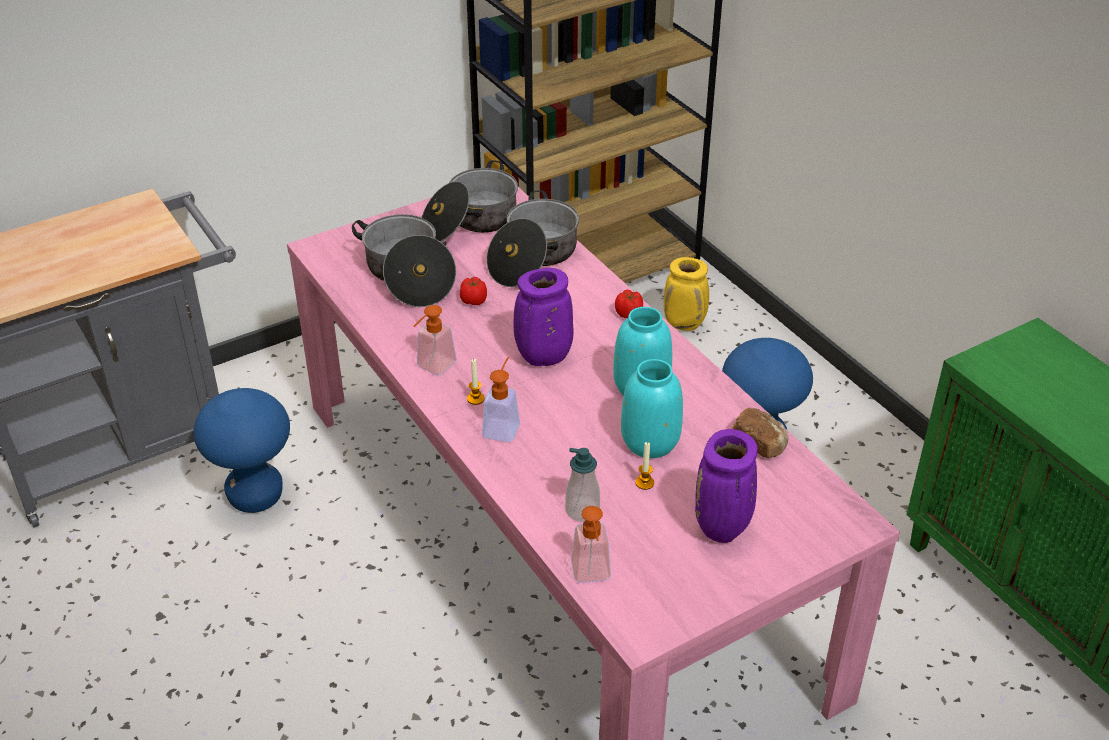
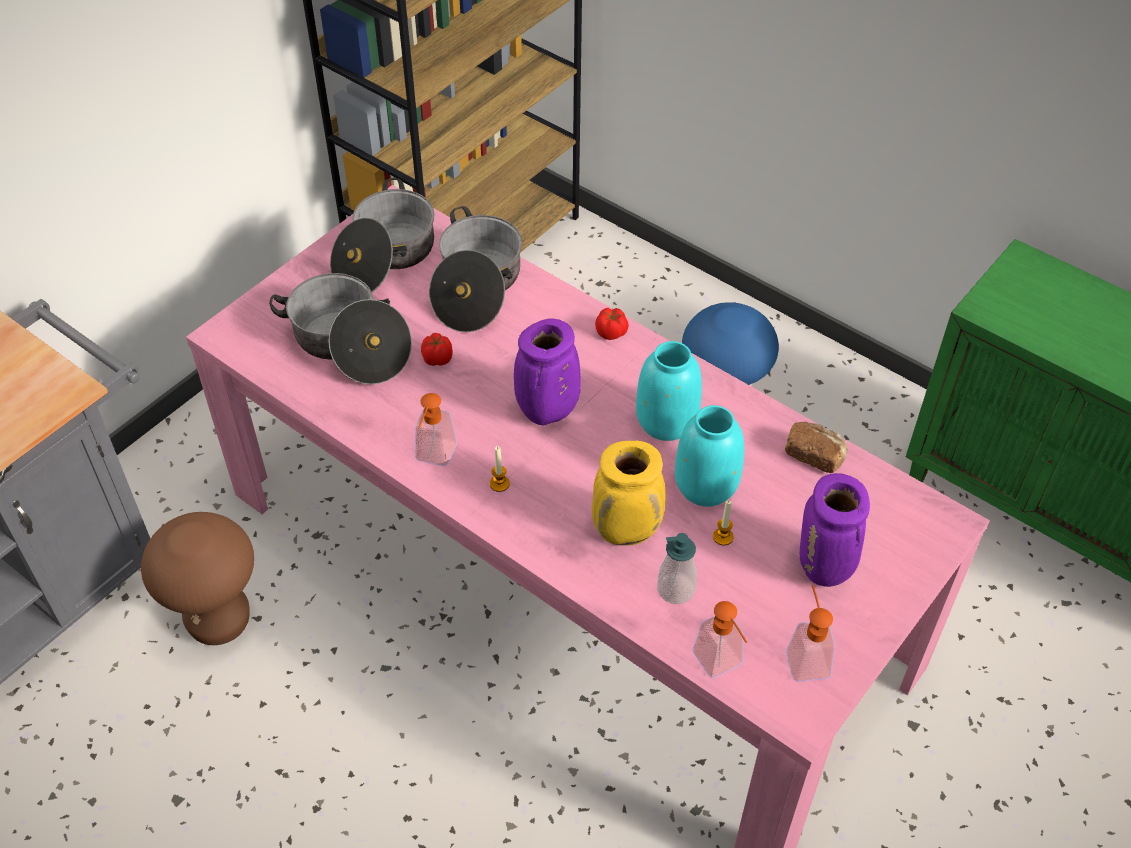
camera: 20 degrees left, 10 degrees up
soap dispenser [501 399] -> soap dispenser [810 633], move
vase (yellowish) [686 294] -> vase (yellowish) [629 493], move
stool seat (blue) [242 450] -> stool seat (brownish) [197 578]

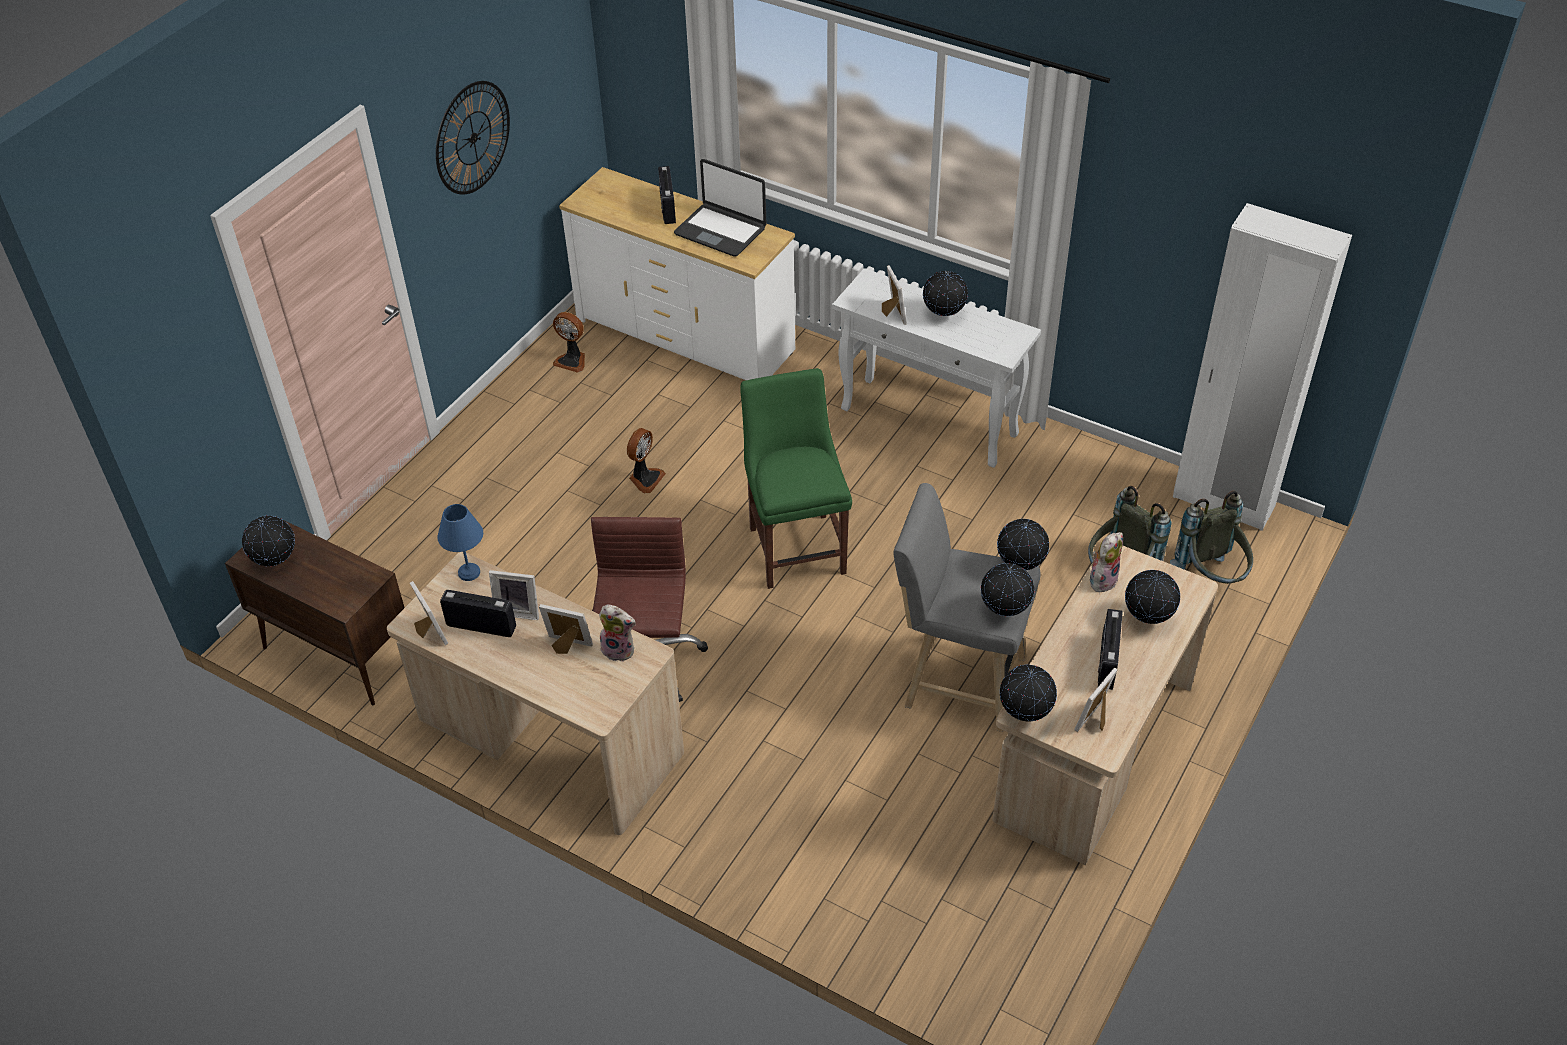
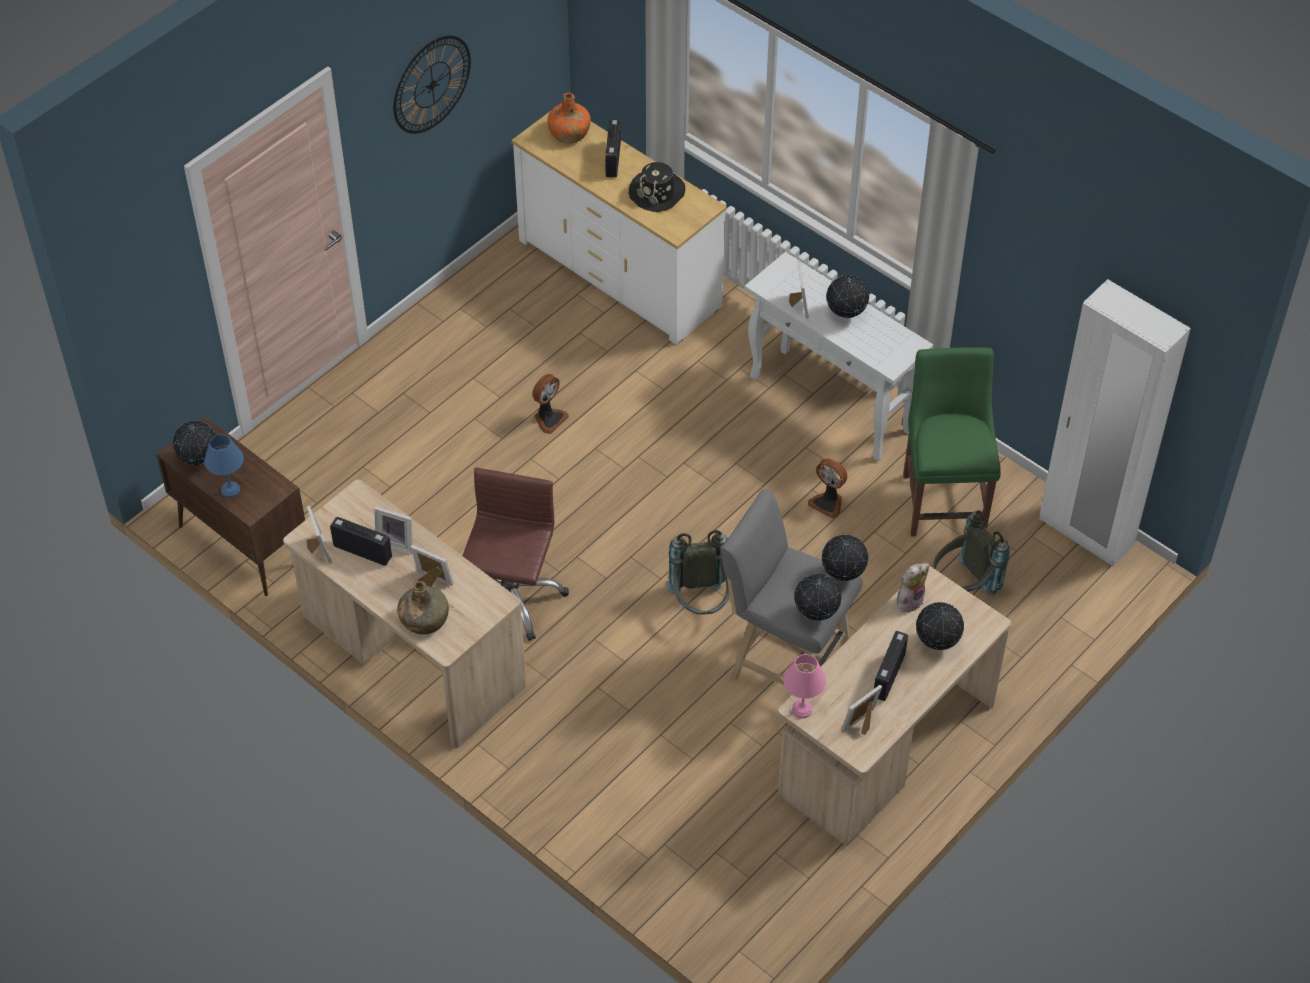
camera: 10 degrees right, 5 degrees up
cuddly toy [617 633] -> none
none -> drink bottle (green) [423 607]
none -> drink bottle (orangey) [569 118]
table lamp (blue) [460 542] -> table lamp (blue) [224 466], move
cooling fan [569 342] -> cooling fan [827 489], move
chair (green) [796 478] -> chair (green) [952 442], move
backpack (grey) [1211 537] -> backpack (grey) [698 572], move
laptop [720 208] -> hat (blackish) [657 187]
world globe [1028 693] -> table lamp (pink-coloured) [805 686]

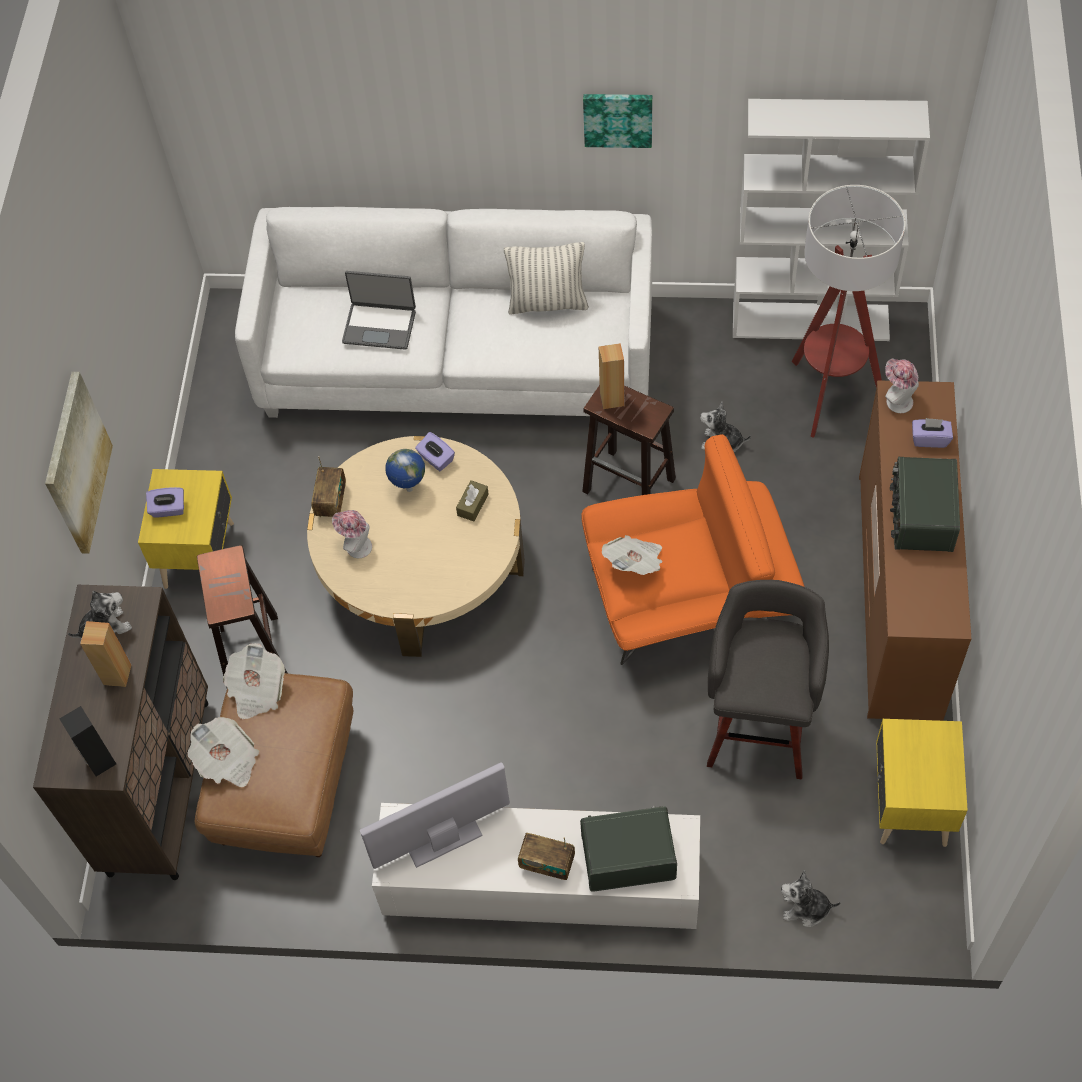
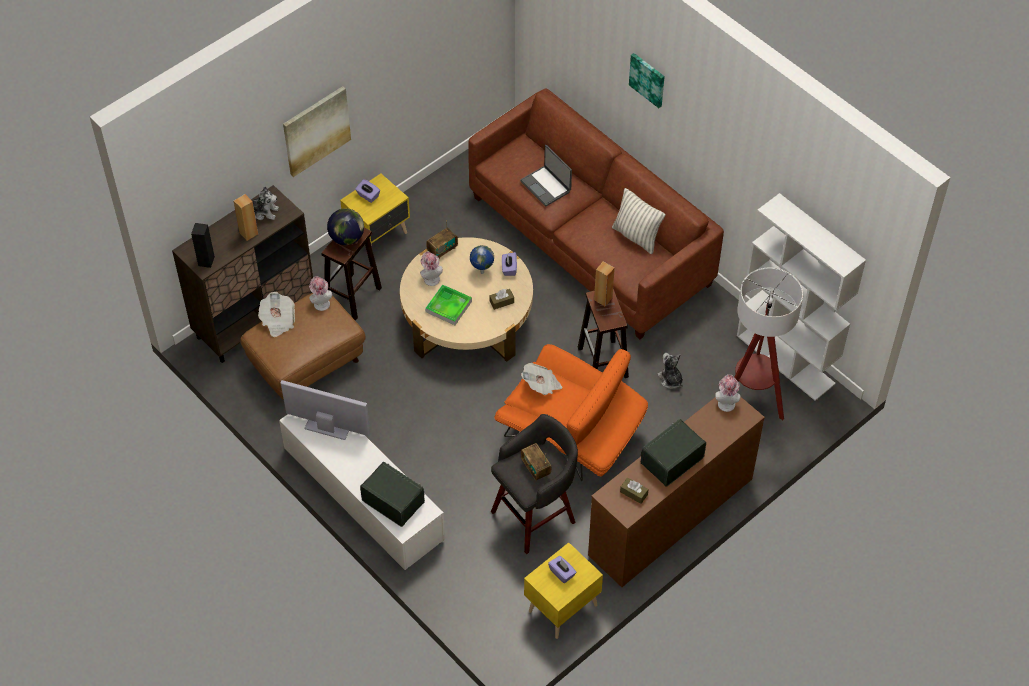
camera: 40 degrees right, 5 degrees down
cuddly toy [811 898] -> none
none -> world globe [345 226]
none -> tray [448 304]
none -> tissue box (brownish) [634 490]
radio receiver [546 856] -> radio receiver [536 462], move
wall art [617 121] -> wall art [647 80], move
tissue box (purple) [932 433] -> tissue box (purple) [562 569], move
daily paper [254 681] -> hat [320 293]
couch (white) [444 312] -> couch (brownish) [596 214]

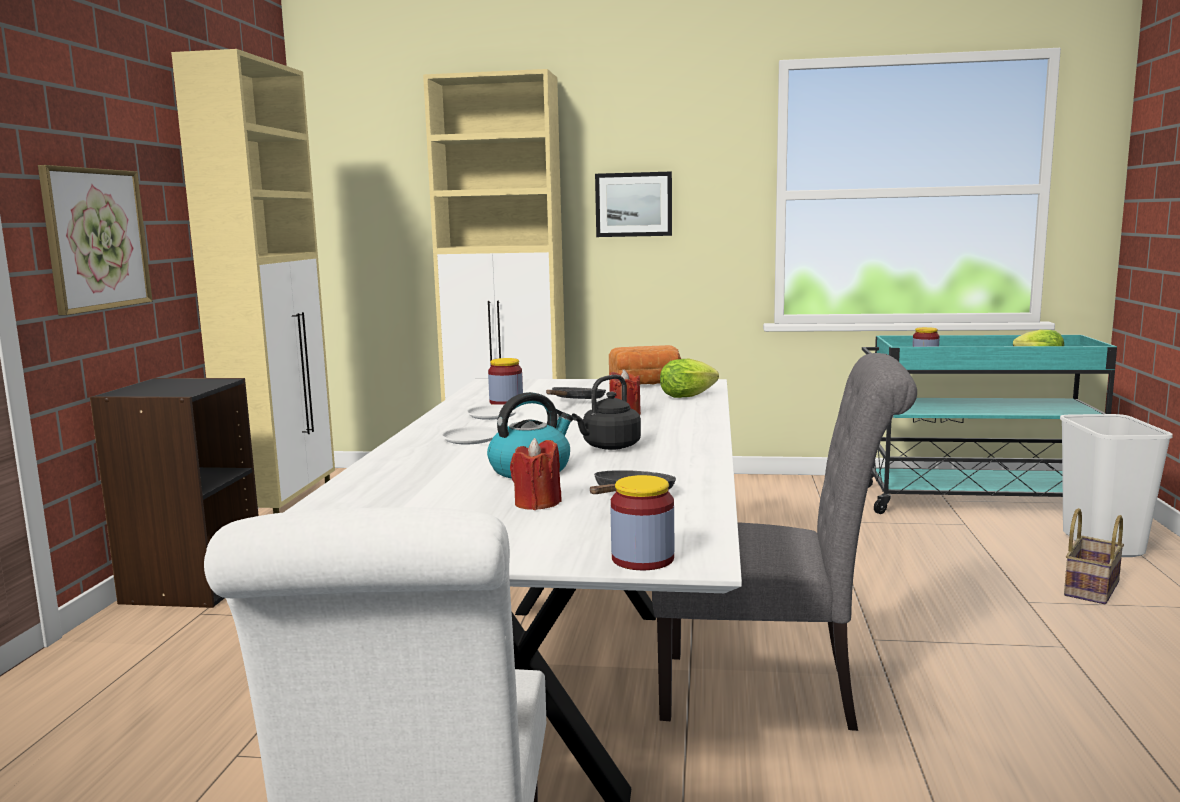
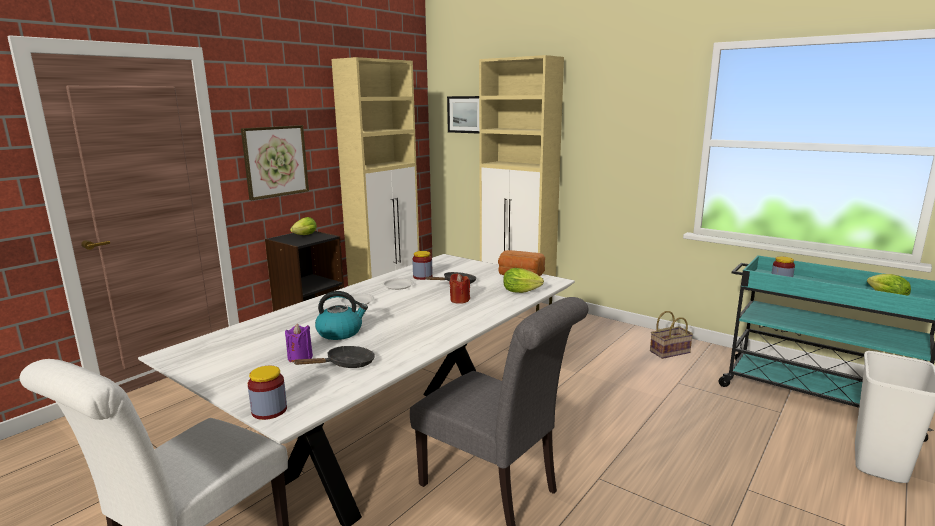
camera: 30 degrees right, 5 degrees up
tea kettle (blackish) [606 412] -> none
none -> lettuce head [303 226]
wall art [633 204] -> wall art [463 115], move
storage basket [1094 556] -> storage basket [671 335], move
candle (reddish) [536 474] -> candle (purple) [299 343]

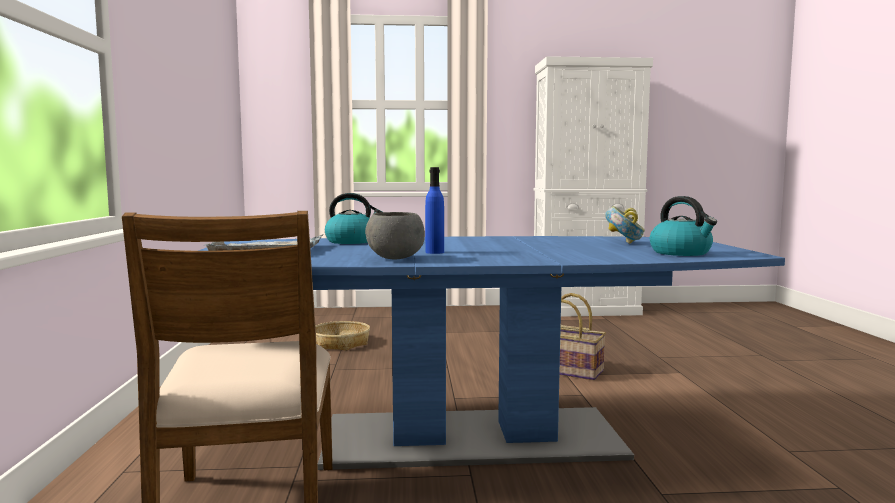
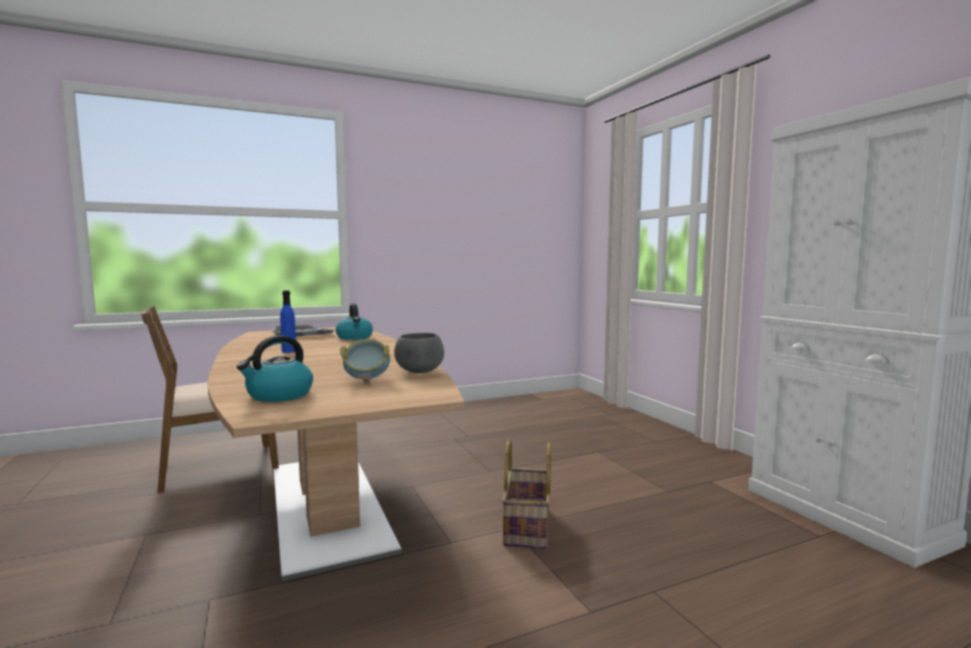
camera: 70 degrees right, 0 degrees up
storage basket [342 336] -> none
serving bowl (grey) [395 235] -> serving bowl (grey) [419 353], move
kitchen table (blue) [491 353] -> kitchen table (brownish) [336 454]

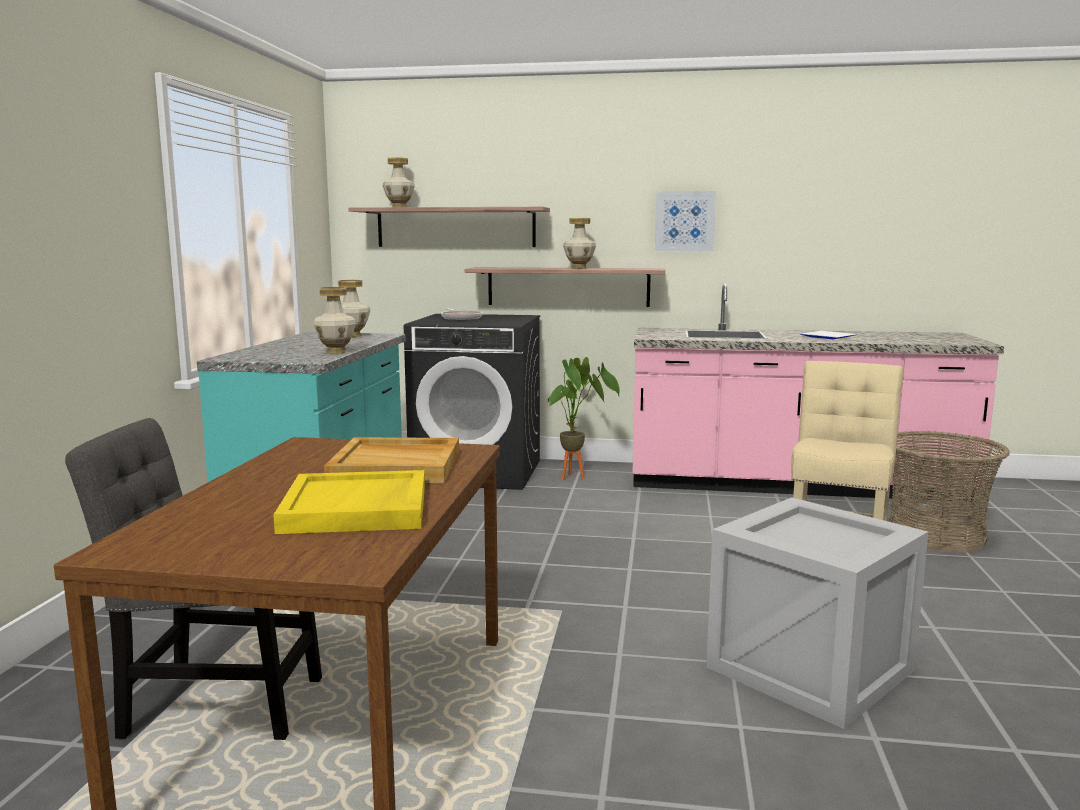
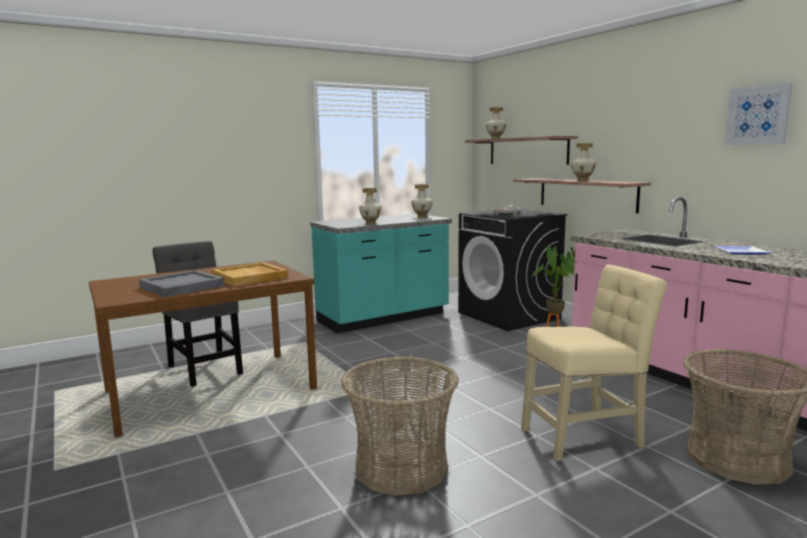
camera: 50 degrees right, 0 degrees up
wall art [685 221] -> wall art [759 114], move
shipping crate [817 613] -> storage basket [400 426]
tray (yellowish) [349 502] -> tray (grey) [182 283]

